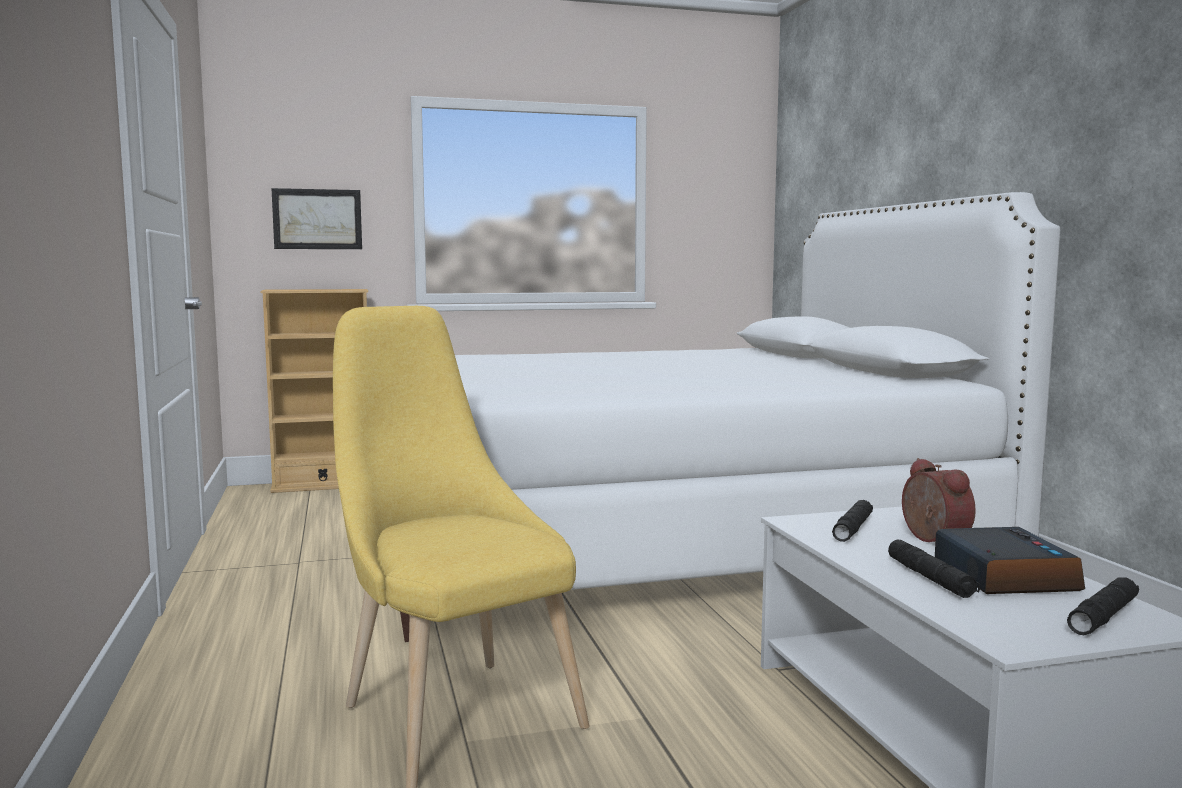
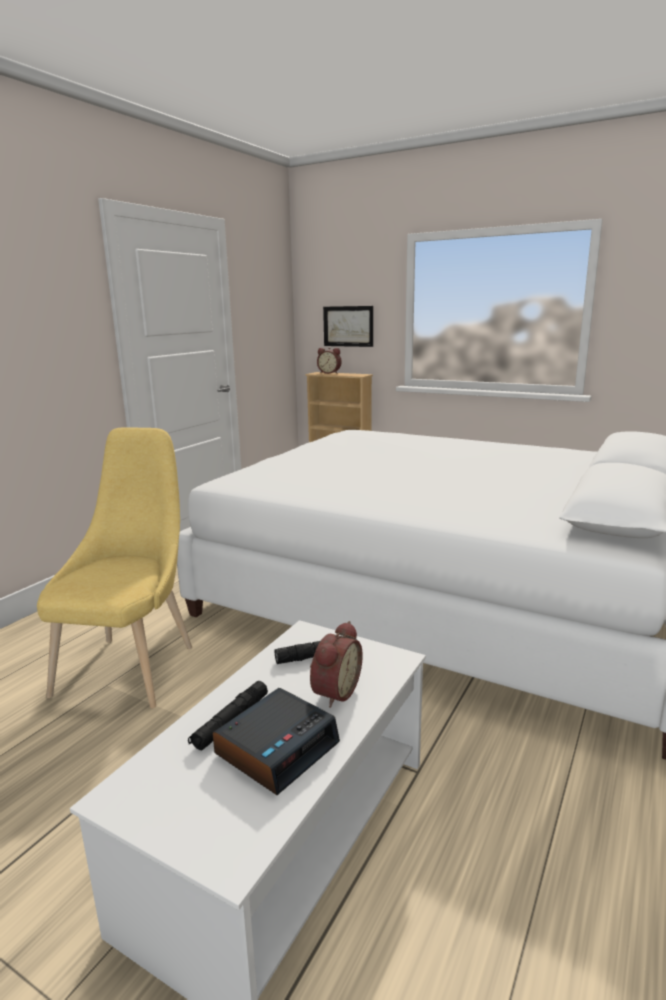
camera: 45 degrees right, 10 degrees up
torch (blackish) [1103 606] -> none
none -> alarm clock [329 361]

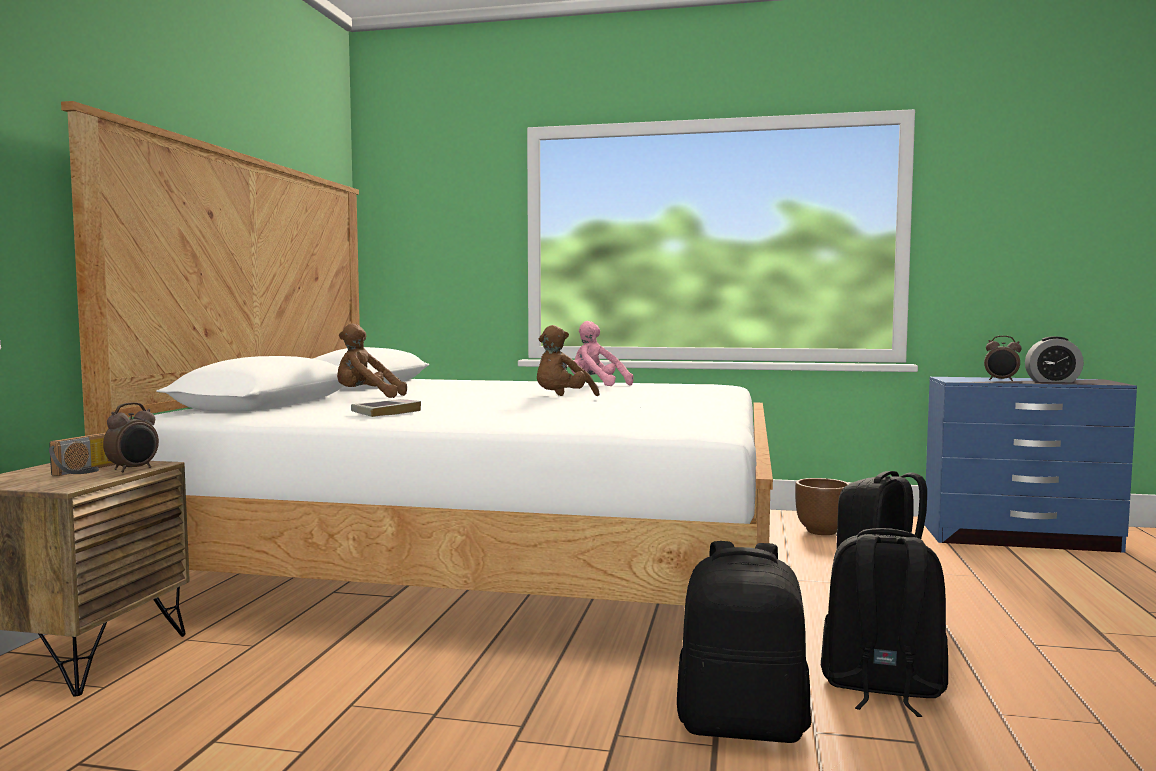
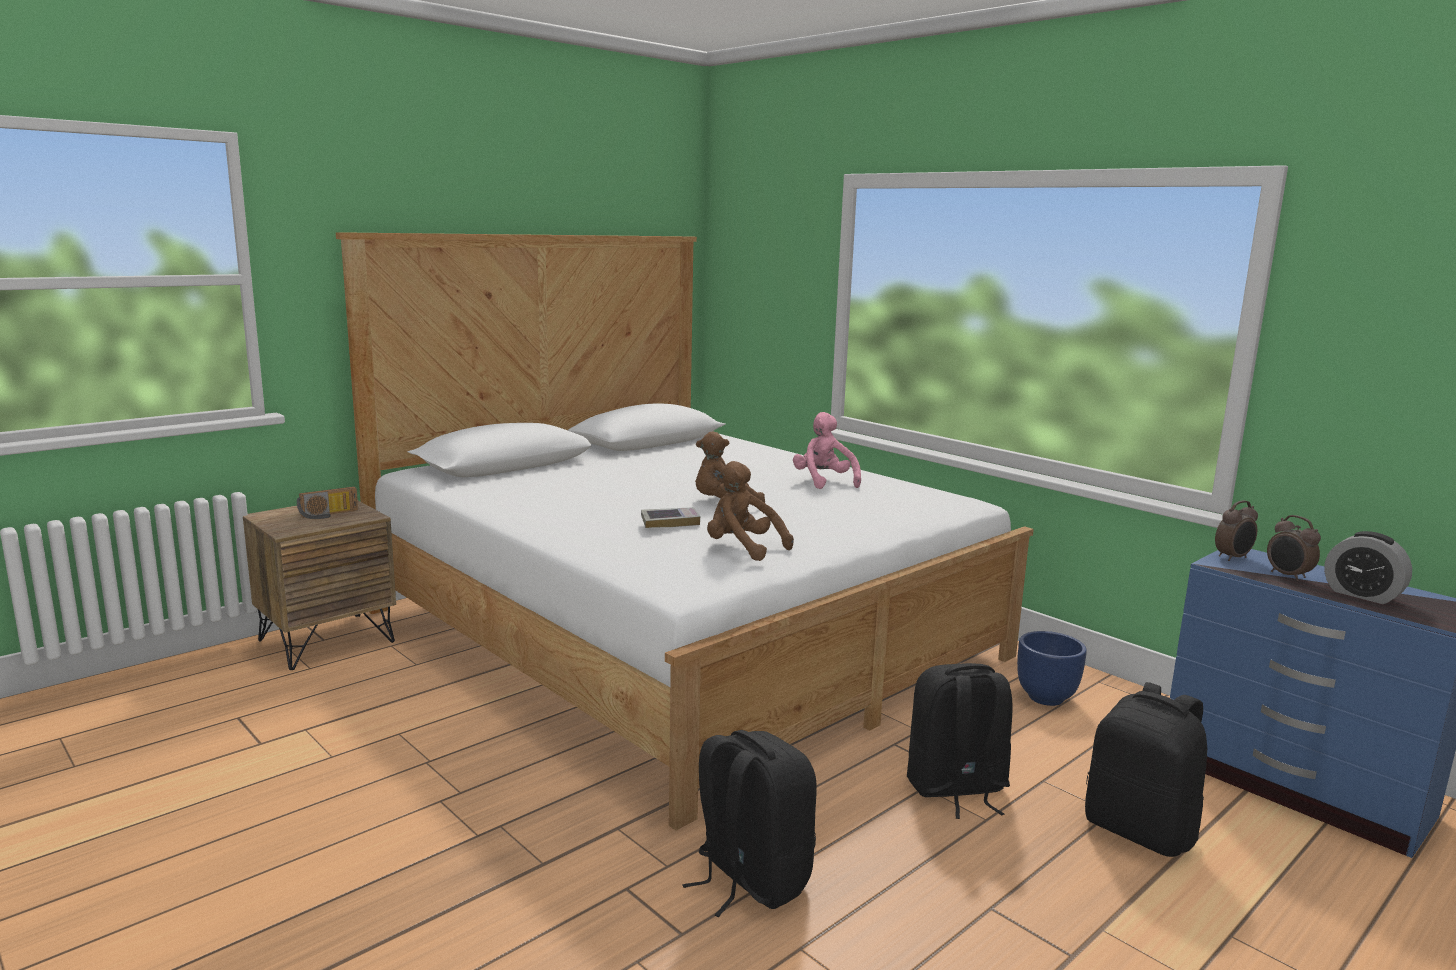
camera: 35 degrees right, 10 degrees up
alarm clock [131 437] -> alarm clock [1236 530], move
cuddly toy (brownish) [372 360] -> cuddly toy (brownish) [750 511], move
volume [386 408] -> volume [670 517], move
backpack (blackish) [744 642] -> backpack (blackish) [1146 769], move
plant pot (brownish) [822 506] -> plant pot (blue) [1052 668]

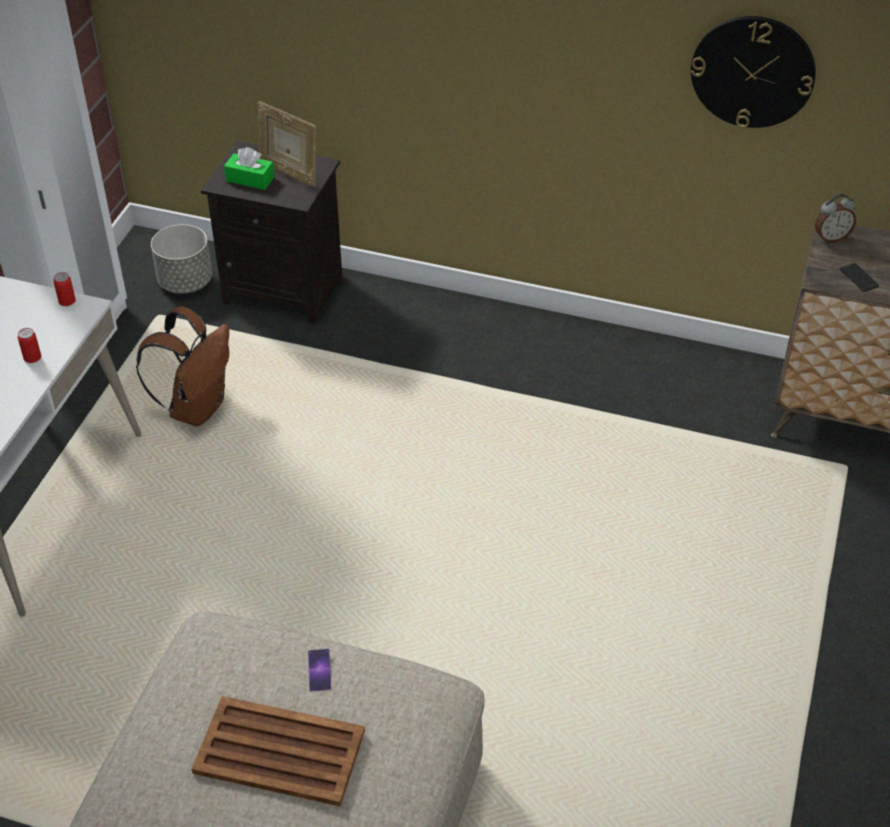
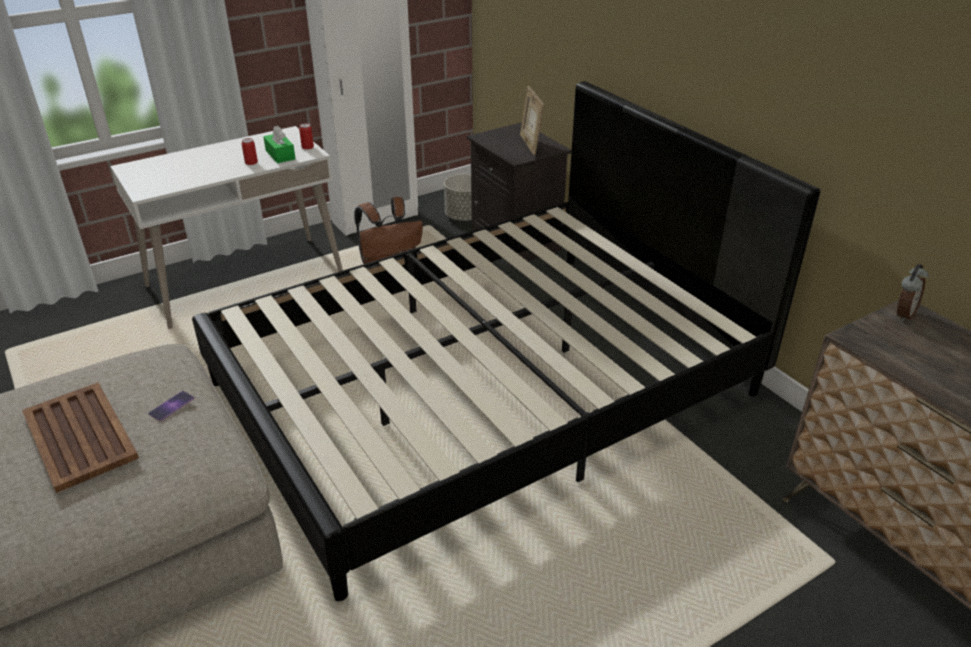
camera: 40 degrees right, 10 degrees down
wall clock [753 72] -> none
telephone [859 277] -> none
none -> sleeping bed (blackish) [506 341]
tissue box (green) [249 168] -> tissue box (green) [279 144], move
alarm clock [835 218] -> alarm clock [913 293], 75 degrees counterclockwise

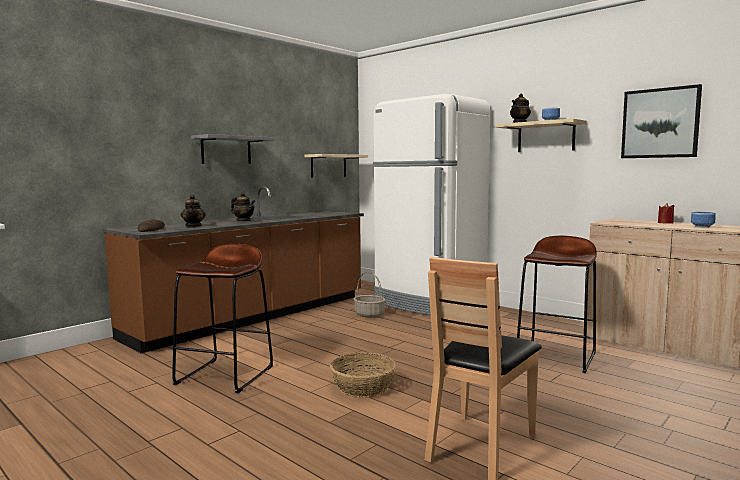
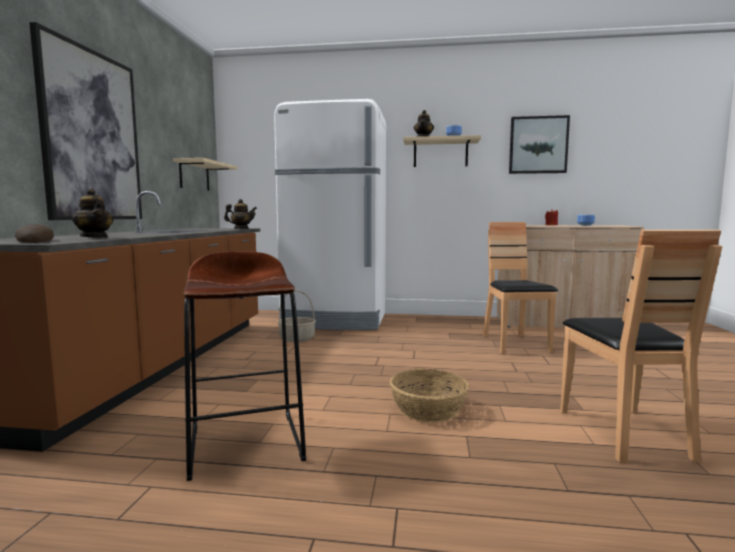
camera: 35 degrees left, 0 degrees up
teapot [243 206] -> teapot [240 214], move
wall shelf (grey) [233 149] -> wall art [85 121]
stool seat (brownish) [557 304] -> chair (brownish) [520 288]

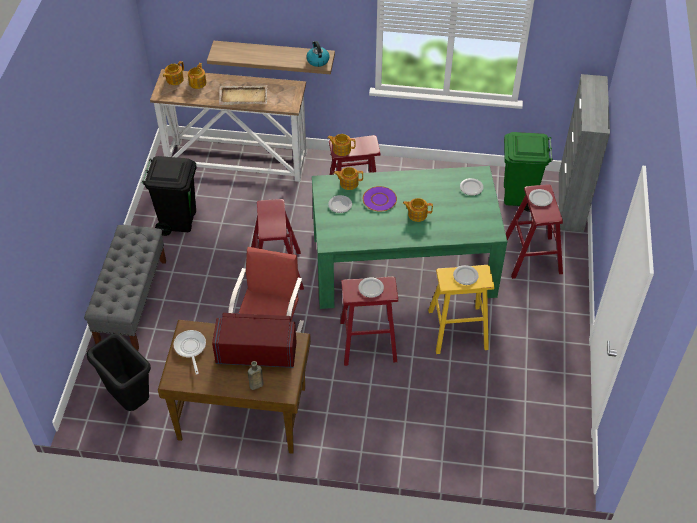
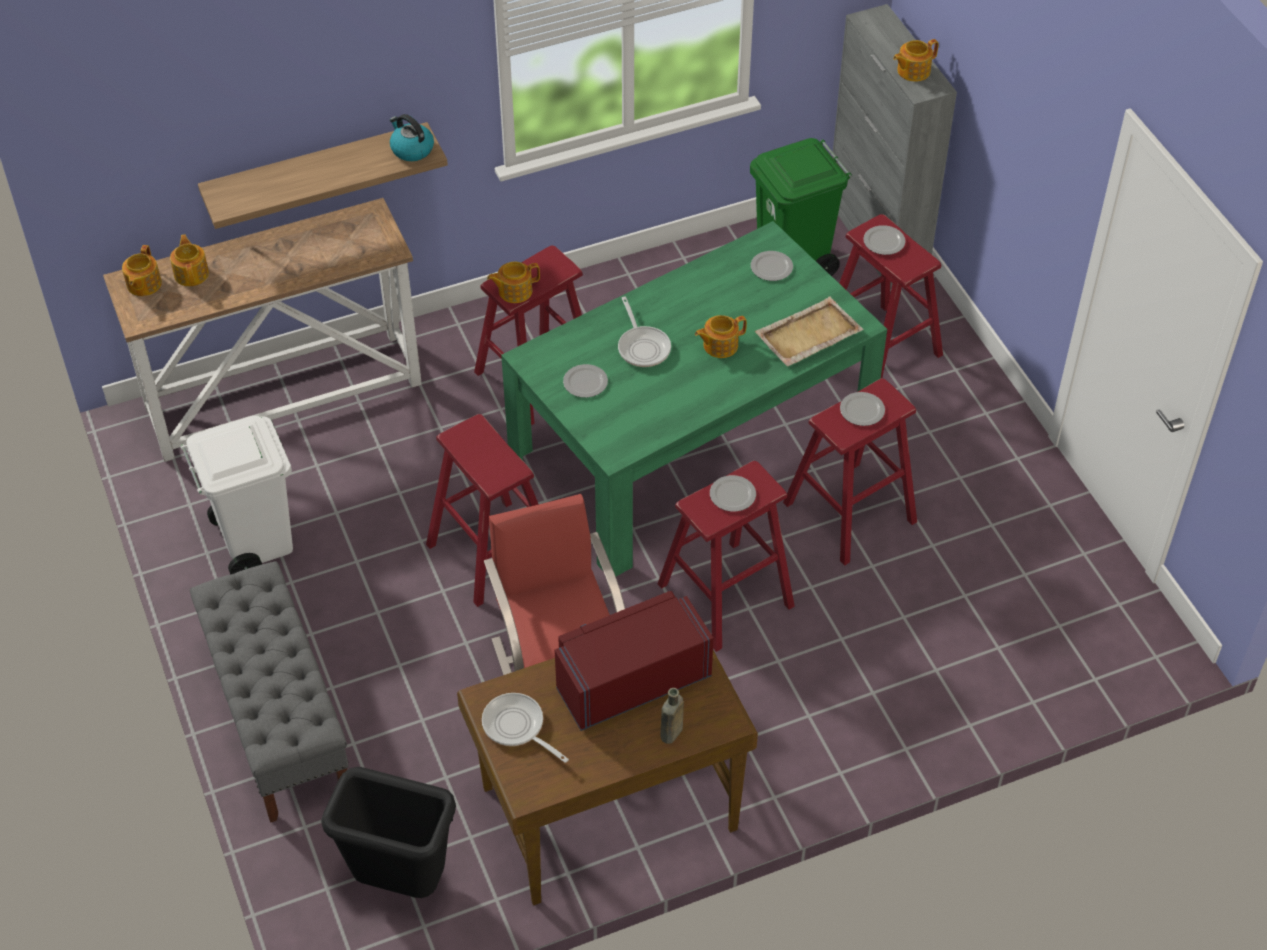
camera: 30 degrees left, 0 degrees up
tray (beige-coloured) [243 95] -> tray (beige-coloured) [809 331], move
teapot [348 178] -> teapot [916 60], move
dinner plate (purple) [380 199] -> frying pan [644 331]
trash can (blackish) [169 196] -> trash can (white) [236 495]
stool seat (yellowish) [461 309] -> stool seat (reddish) [850 472]

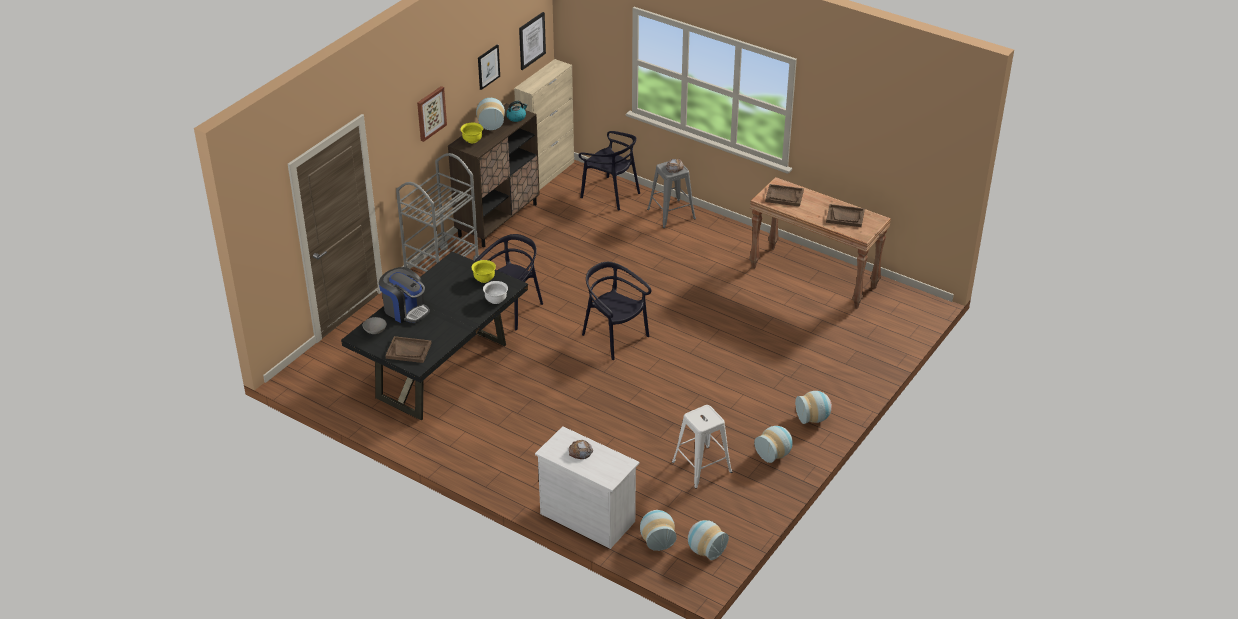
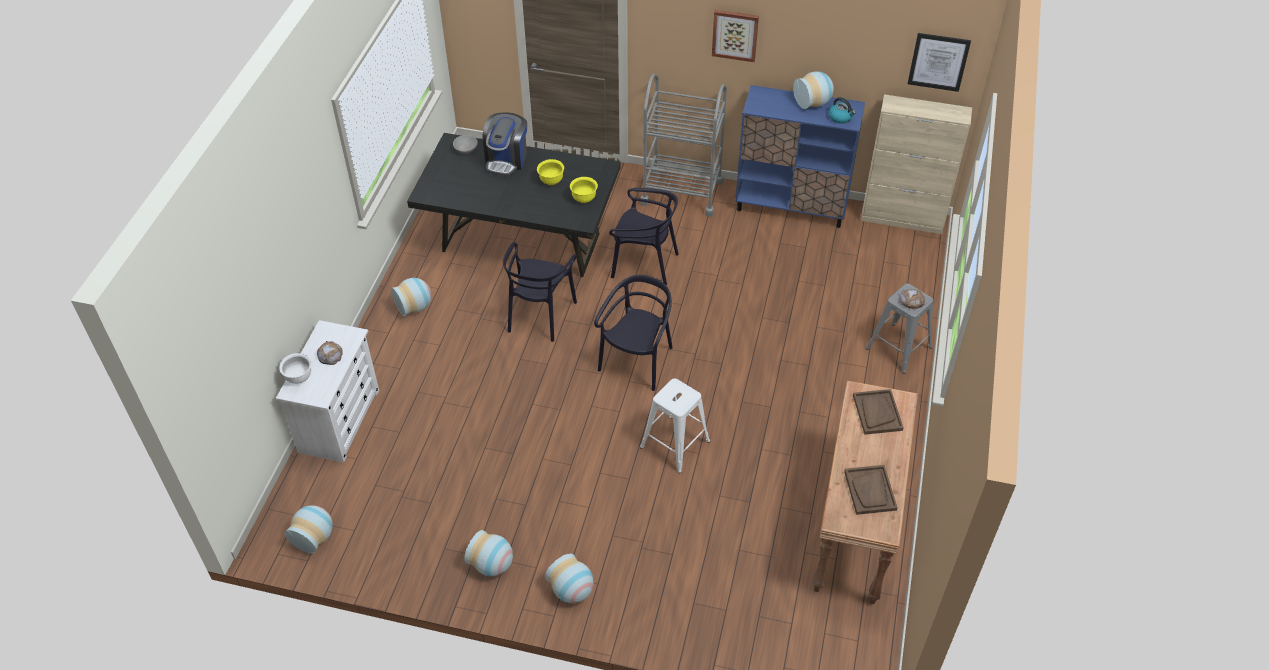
camera: 70 degrees right, 10 degrees up
tray (brownish) [408 349] -> none
wall art [489 67] -> none
serving bowl (yellowish) [472 133] -> serving bowl (yellowish) [550 172], move
serving bowl (white) [495 292] -> serving bowl (white) [295 368], move
chair (blackish) [609 170] -> chair (blackish) [540 292], move
vase [658 530] -> vase [411 297], move
stool seat (white) [702 447] -> stool seat (white) [675 425], move
cabinet (brownish) [494 175] -> cabinet (blue) [800 156]

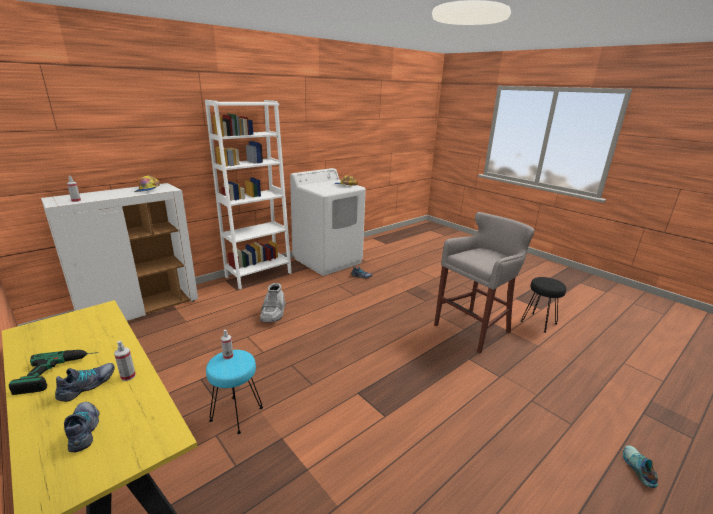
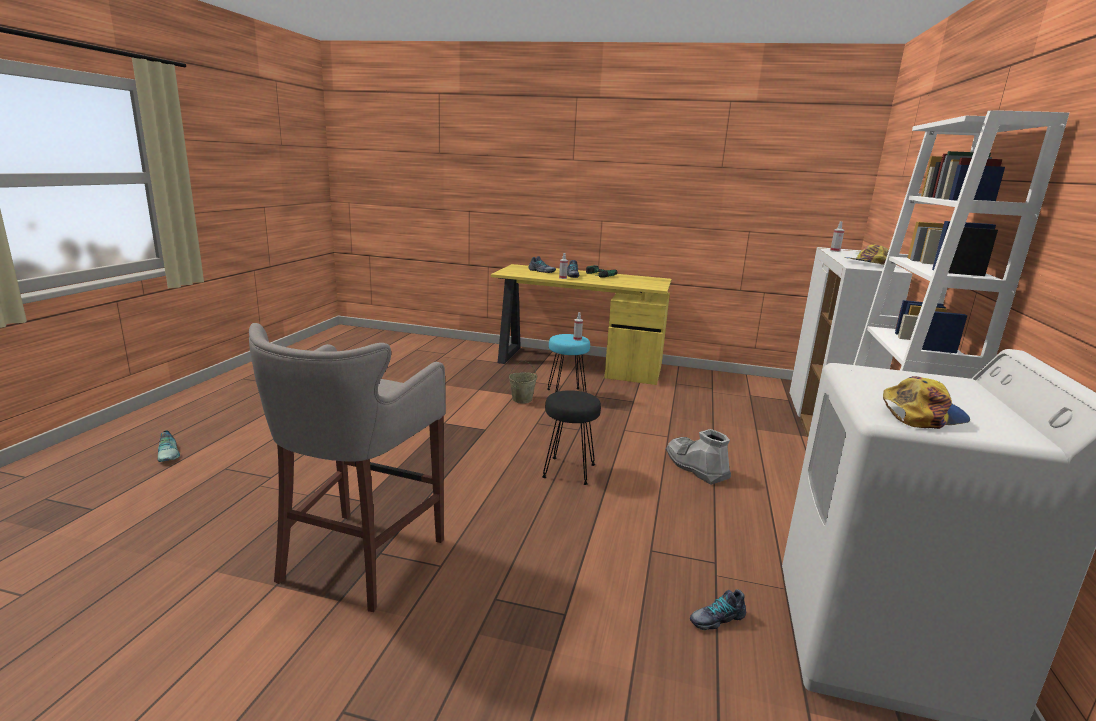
camera: 145 degrees right, 5 degrees down
none -> pail (beige-coloured) [523 382]
stool seat (blackish) [543 305] -> stool seat (blackish) [571 437], move

